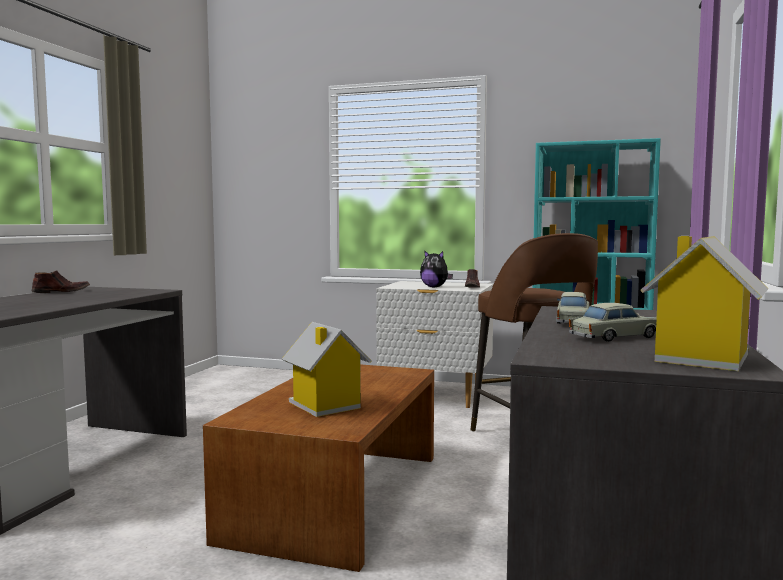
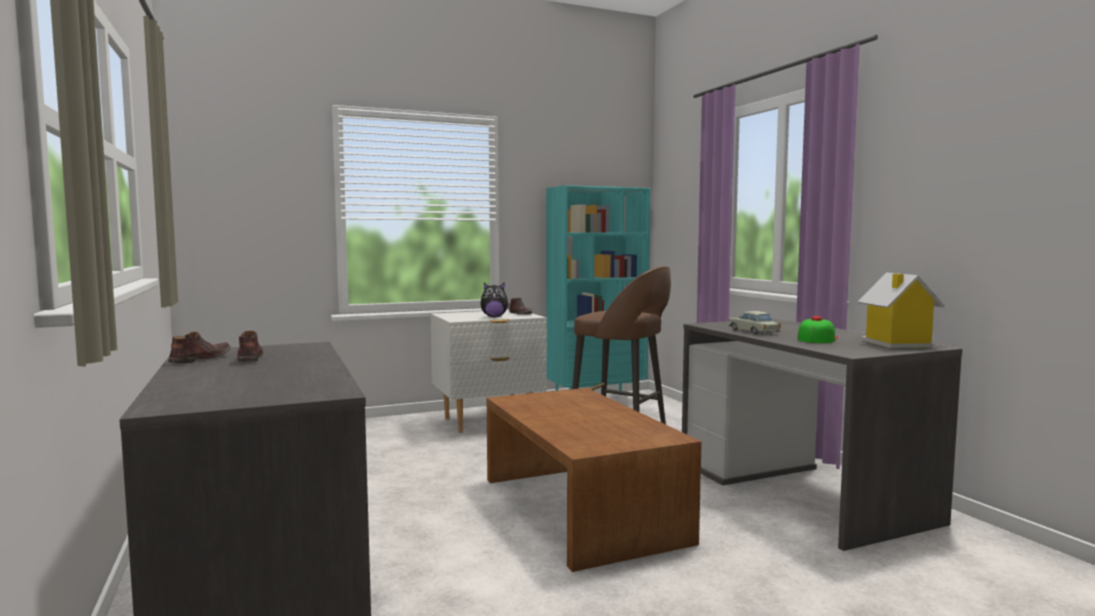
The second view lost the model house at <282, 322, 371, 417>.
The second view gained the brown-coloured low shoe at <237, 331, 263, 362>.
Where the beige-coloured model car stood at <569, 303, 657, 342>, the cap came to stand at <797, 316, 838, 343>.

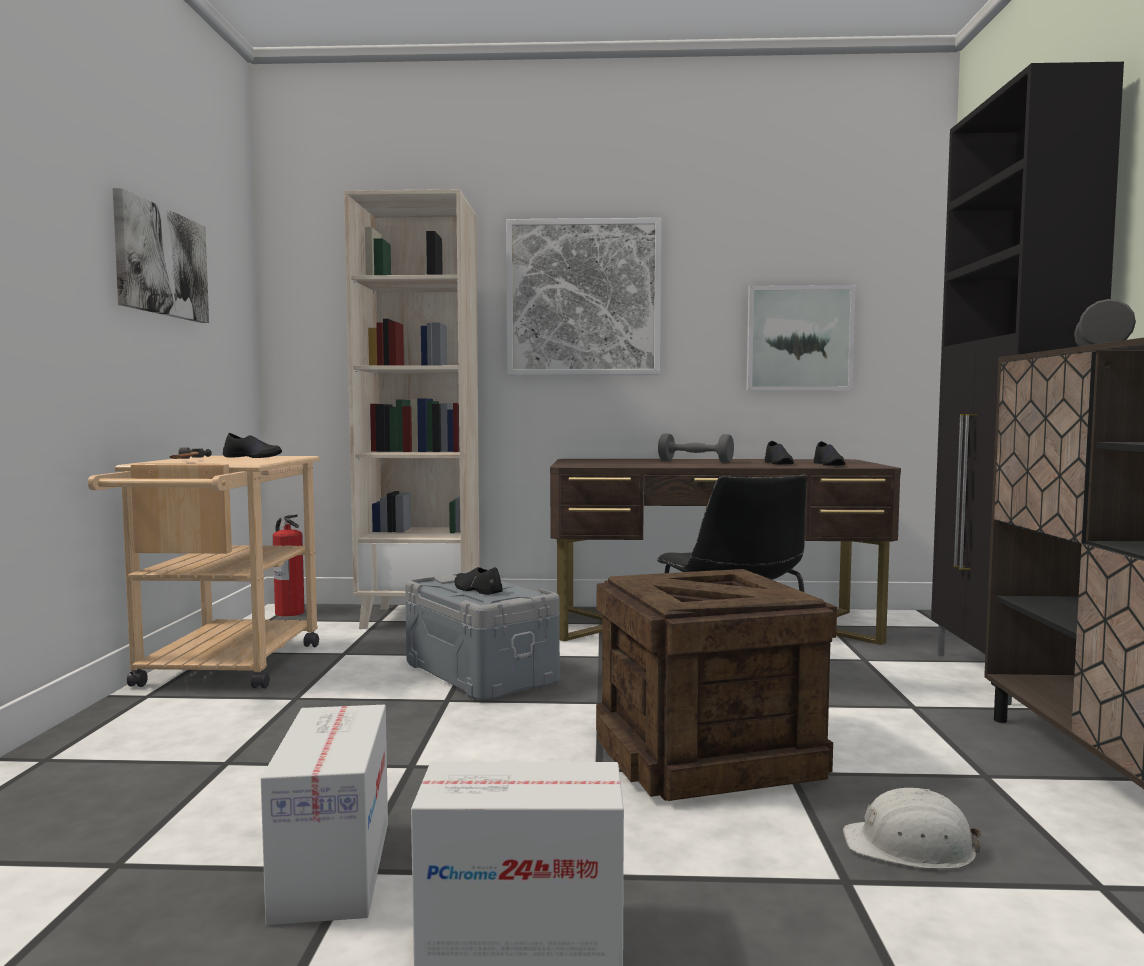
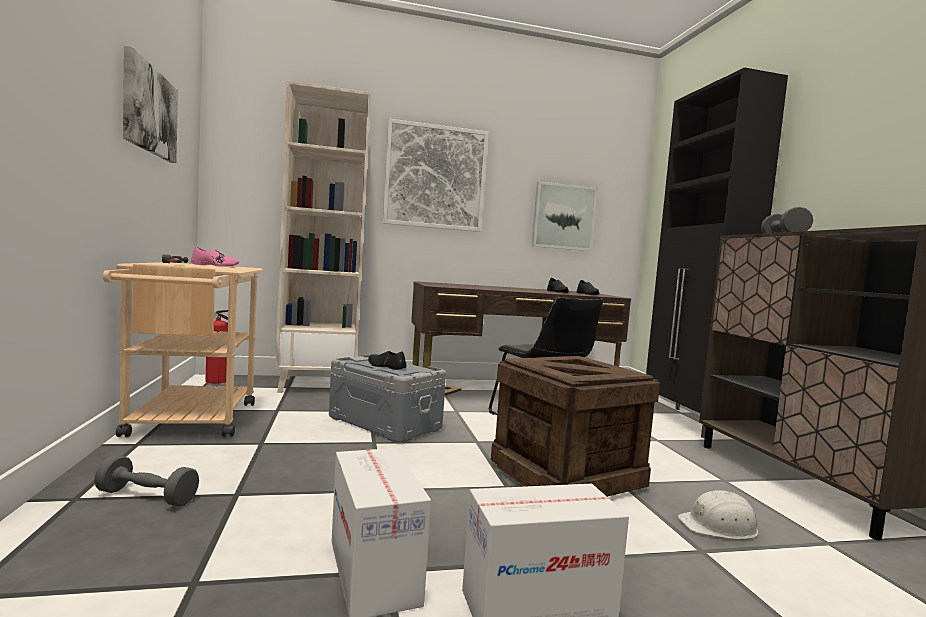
The greyish dumbbell ended up elsewhere, having gone from <658, 433, 734, 463> to <94, 455, 199, 507>.
What was the blackish low shoe at <223, 433, 282, 458> turned into the pinkish low shoe at <191, 246, 239, 267>.

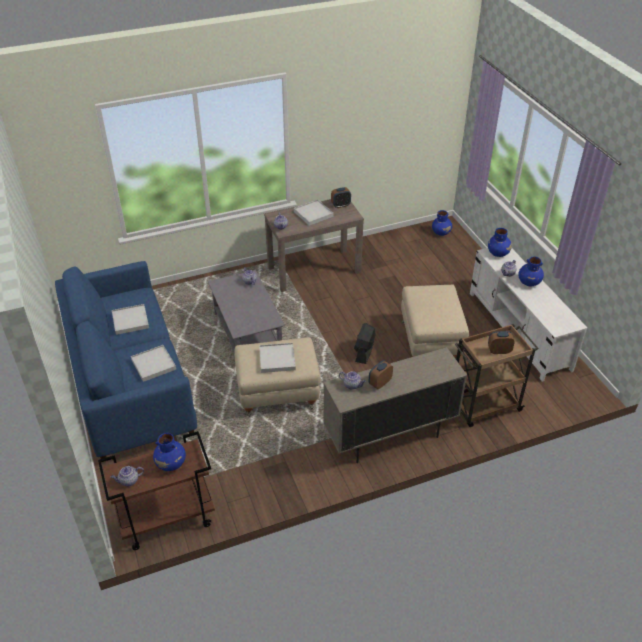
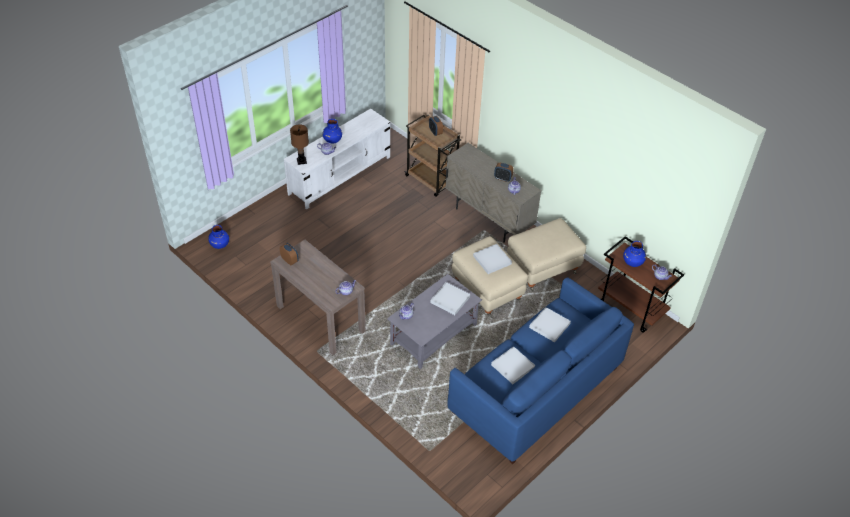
The second view lost the blackish electric fan at <354, 323, 376, 364>.
The white carrying tray ended up elsewhere, having gone from <294, 199, 334, 226> to <430, 282, 470, 315>.
The beige-coloured ottoman ended up elsewhere, having gone from <401, 285, 469, 359> to <507, 218, 586, 291>.
Where the blue-coloured flower vase stood at <488, 228, 512, 257>, the brown-coloured tabletop lamp came to stand at <290, 124, 309, 165>.

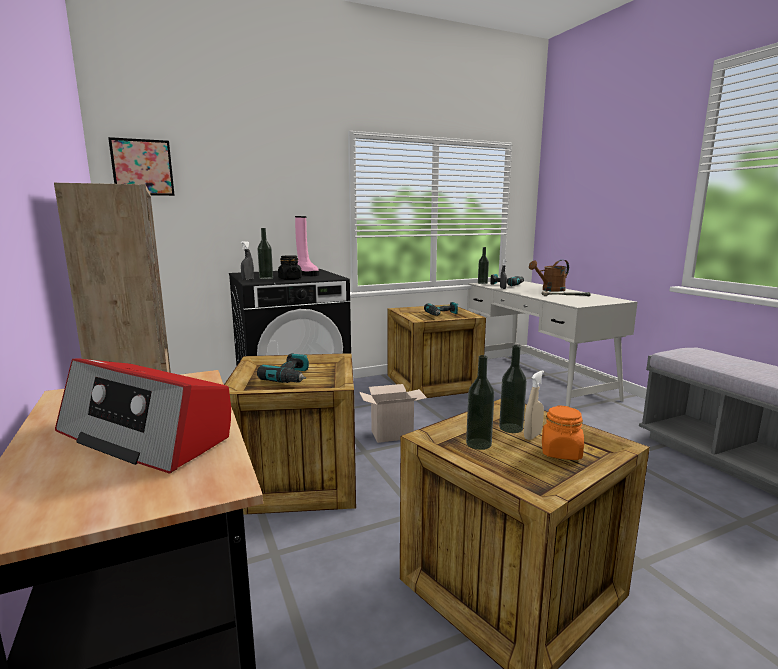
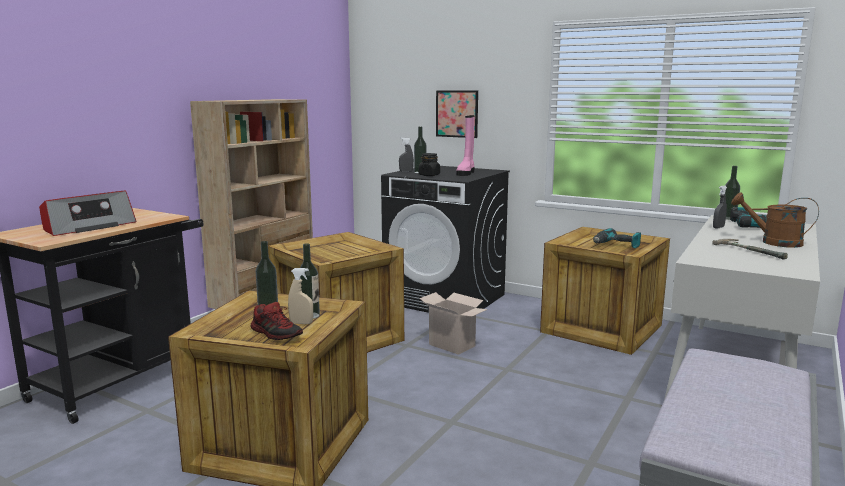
The second view lost the electric drill at <257, 353, 309, 383>.
The wall art ended up elsewhere, having gone from <108, 137, 175, 196> to <436, 90, 478, 138>.
Where the orangey preserve jar stood at <542, 405, 584, 460>, the low shoe came to stand at <251, 302, 303, 340>.
The radio receiver at <55, 359, 231, 474> ended up facing another way, 135 degrees counterclockwise from before.

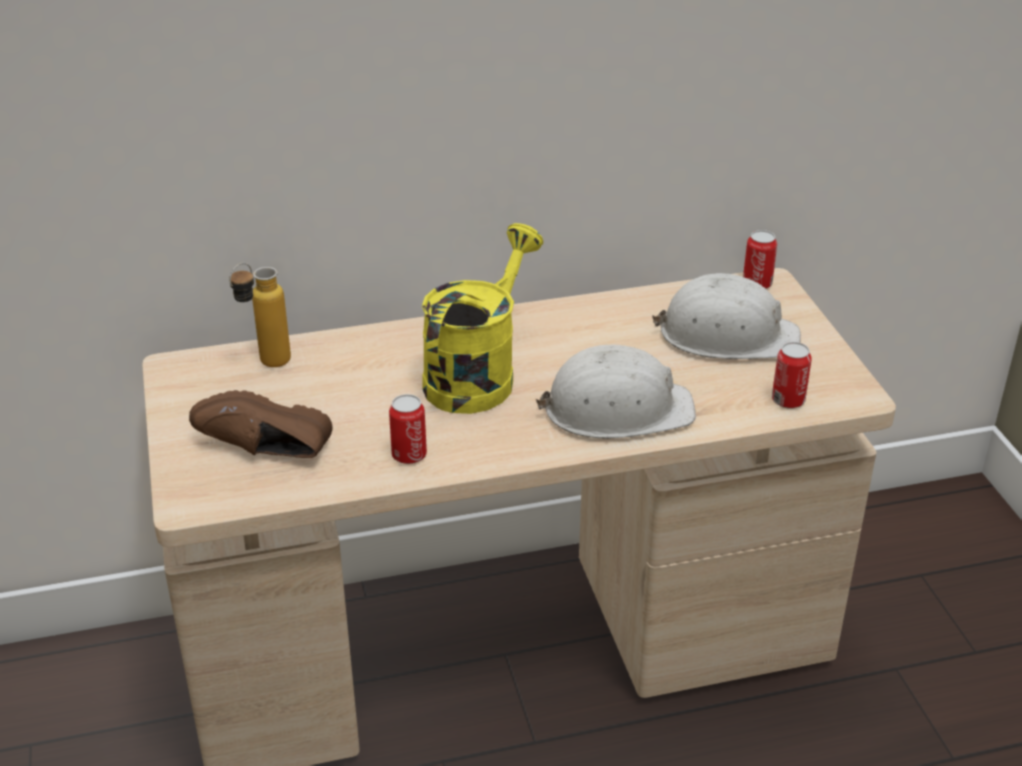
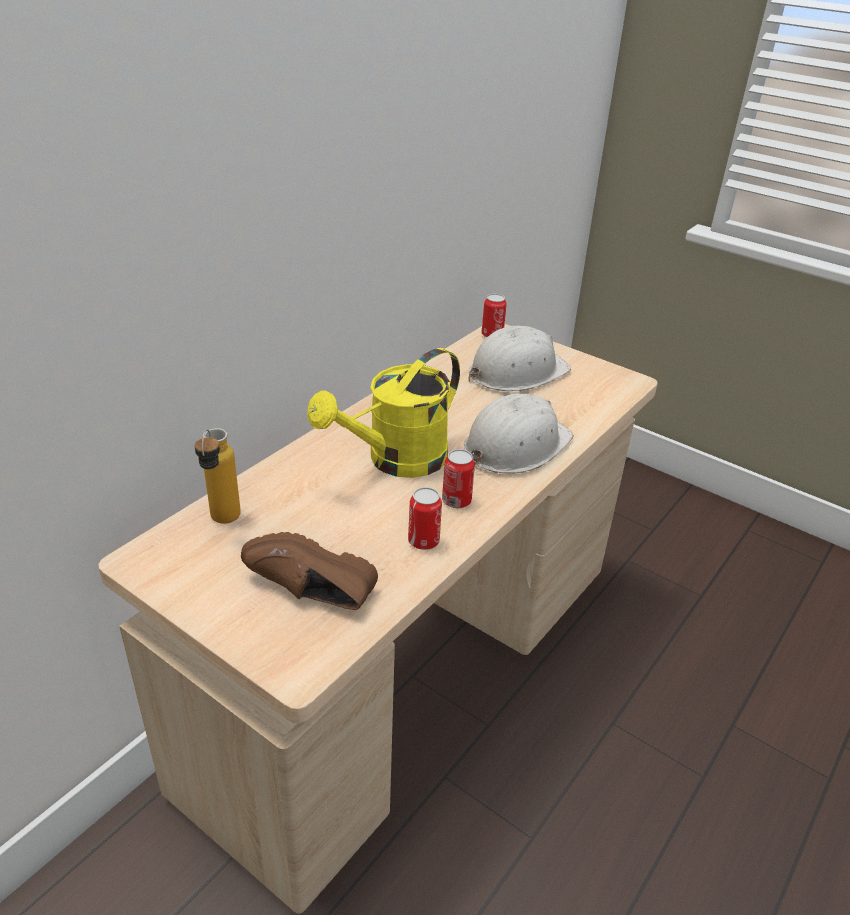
The can ended up elsewhere, having gone from <772, 342, 812, 409> to <442, 449, 475, 508>.
The brown-coloured low shoe at <189, 390, 332, 458> ended up facing another way, 45 degrees clockwise from before.
The yellow-coloured sprinkling can at <422, 223, 543, 414> ended up facing another way, 120 degrees counterclockwise from before.

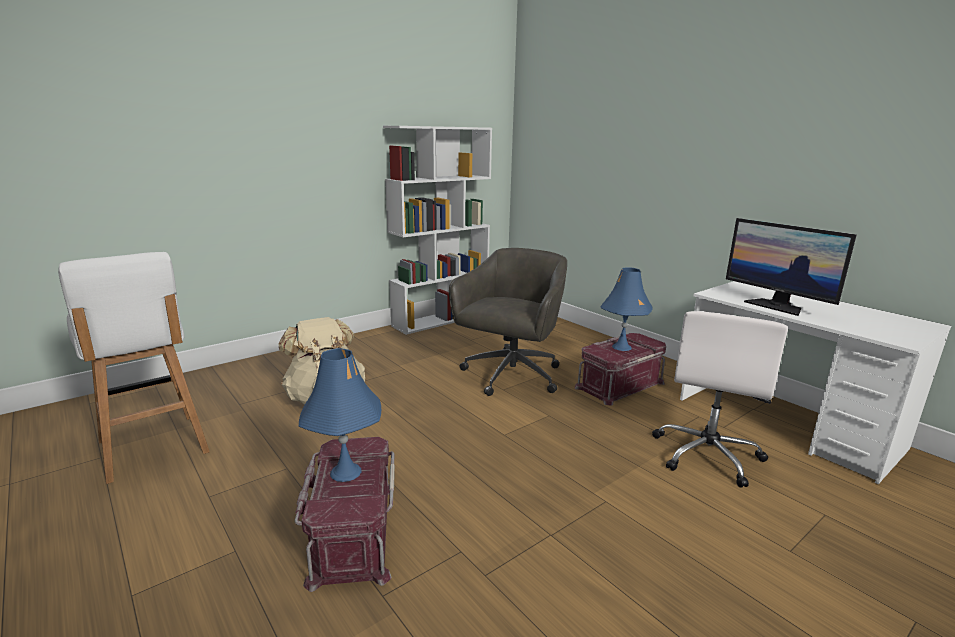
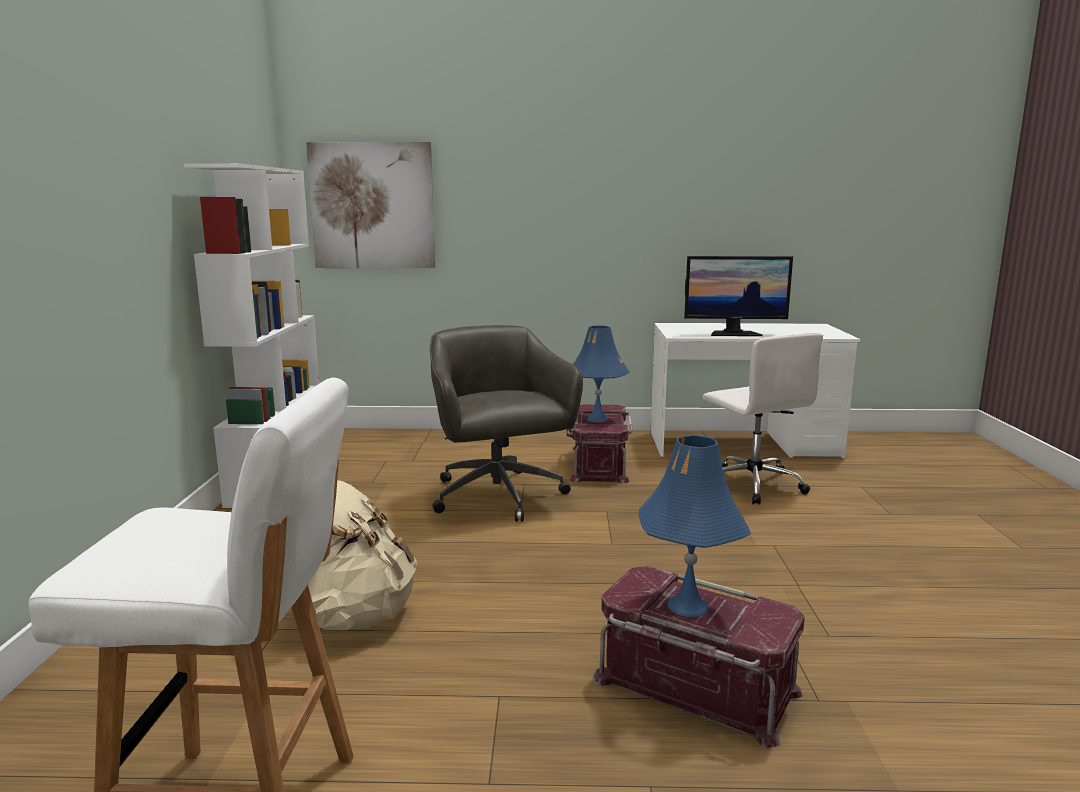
The second view gained the wall art at <306, 142, 435, 268>.

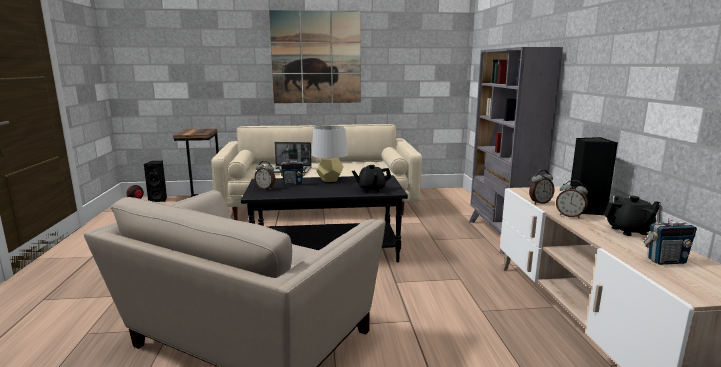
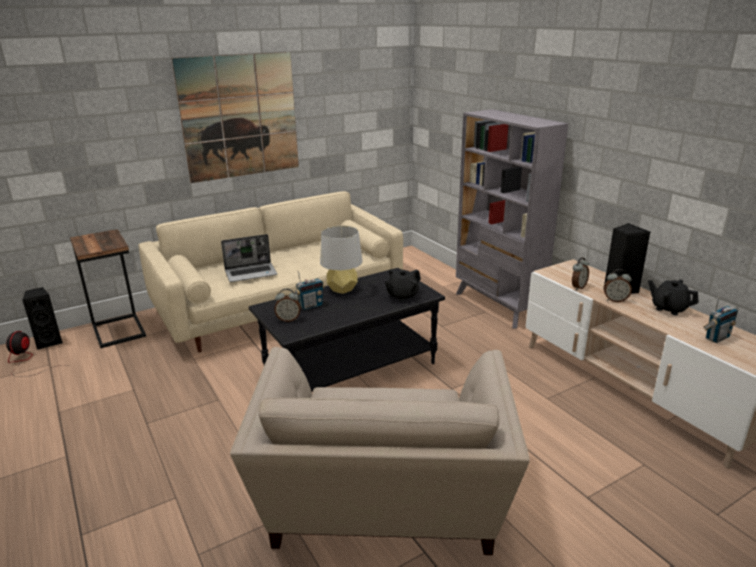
The blackish pot for tea at <604, 196, 661, 236> ended up facing another way, 105 degrees counterclockwise from before.

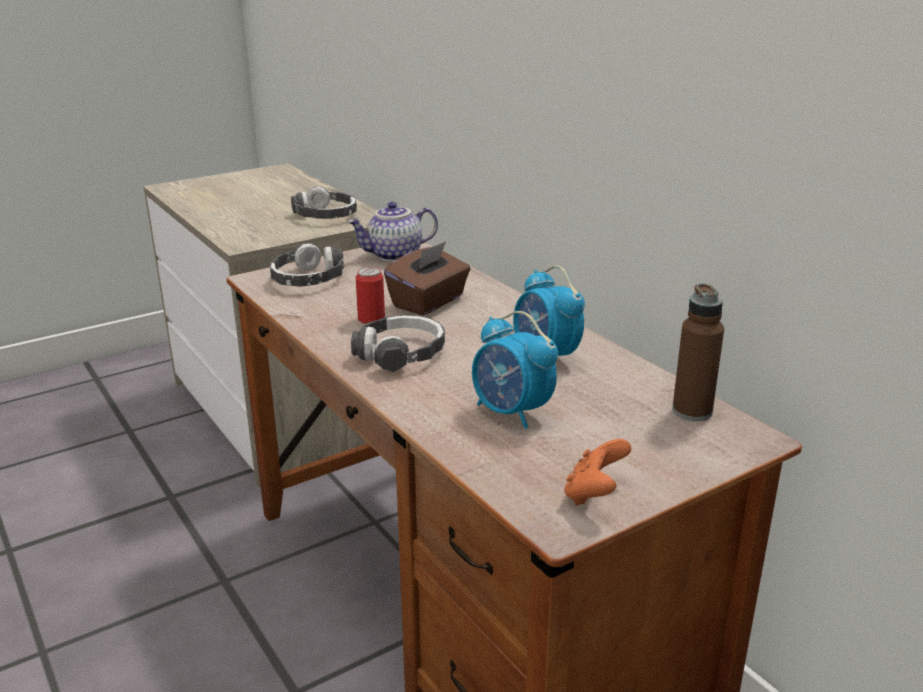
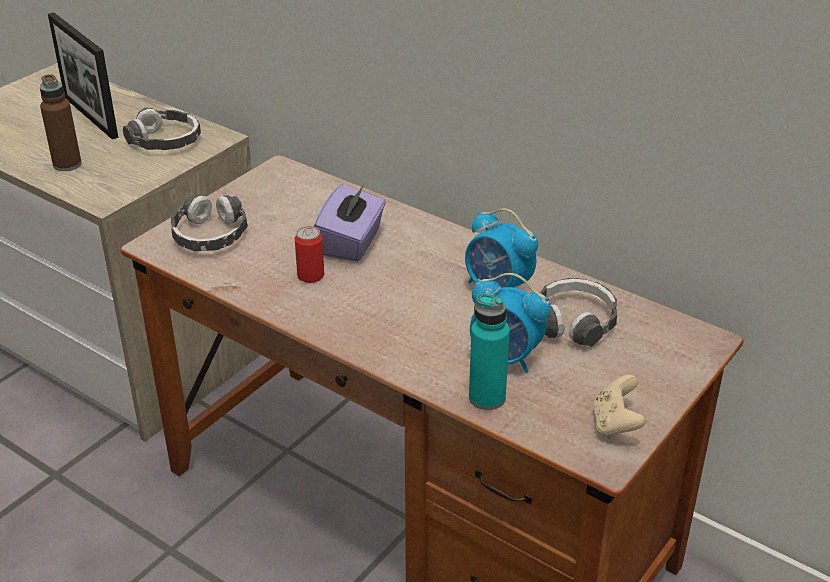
The second view lost the pot for tea at <347, 202, 438, 262>.
The second view gained the picture frame at <48, 12, 118, 139>.
The second view gained the turquoise-coloured drink bottle at <469, 293, 510, 410>.
The headset ended up elsewhere, having gone from <351, 315, 445, 372> to <541, 277, 617, 347>.
The brown-coloured drink bottle ended up elsewhere, having gone from <672, 283, 724, 421> to <40, 74, 82, 171>.
What was the brown-coloured tissue holder at <384, 242, 470, 316> turned into the purple tissue holder at <314, 184, 386, 262>.
What was the orangey game controller at <564, 439, 631, 506> turned into the beige-coloured game controller at <593, 375, 646, 439>.

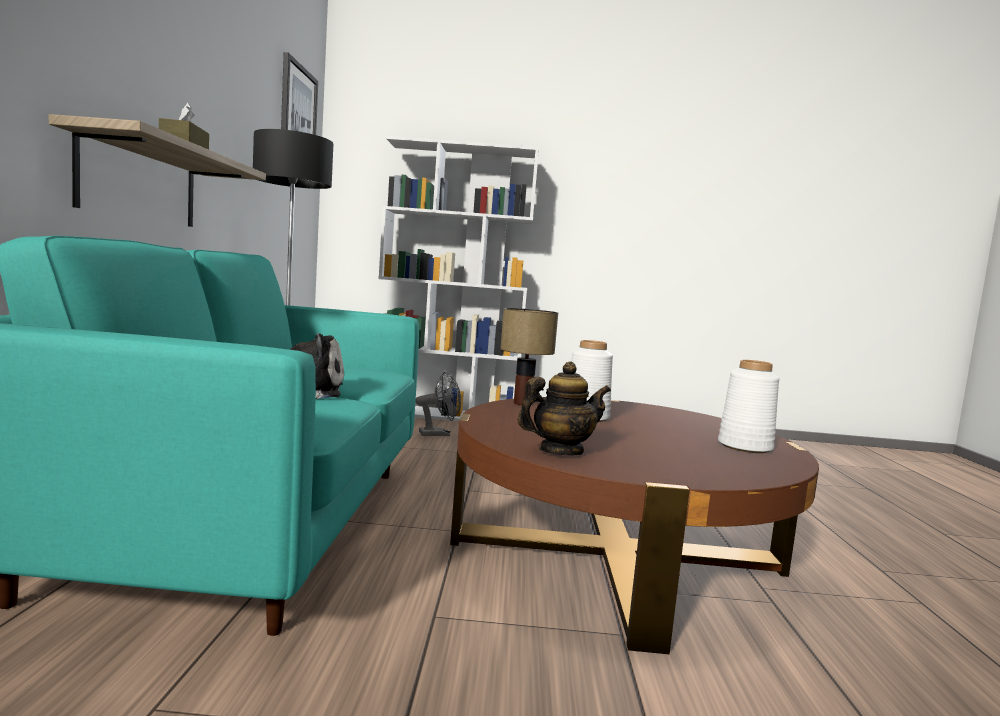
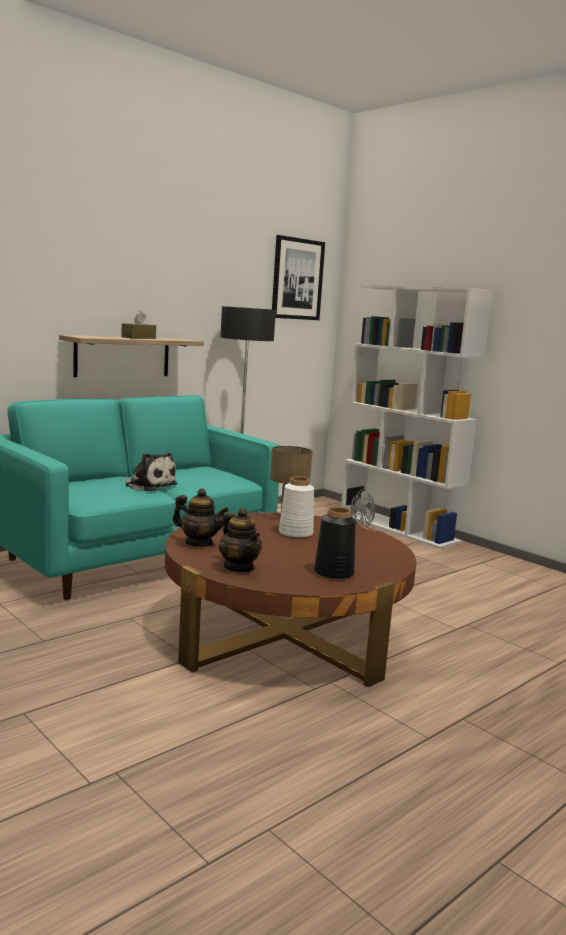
The second view gained the pot for tea at <219, 508, 262, 572>.
What was the white flower vase at <718, 360, 779, 453> turned into the blackish flower vase at <314, 507, 356, 580>.

